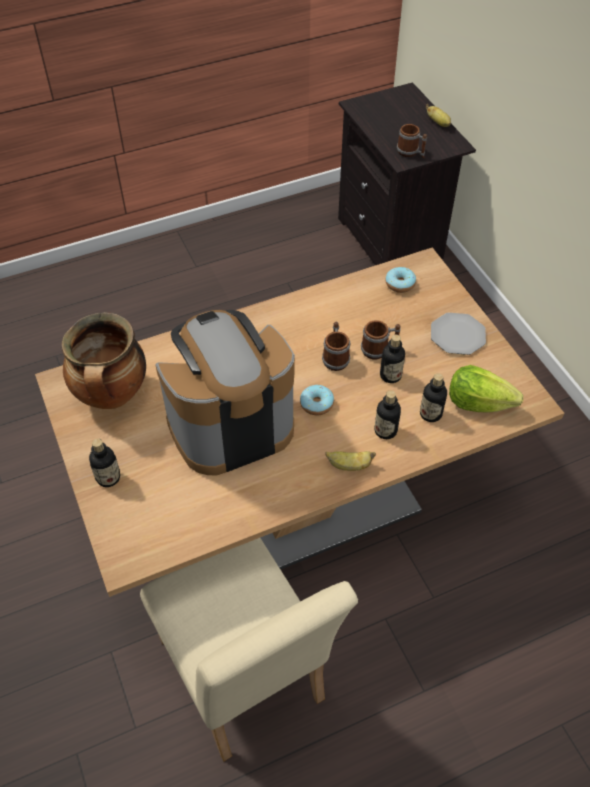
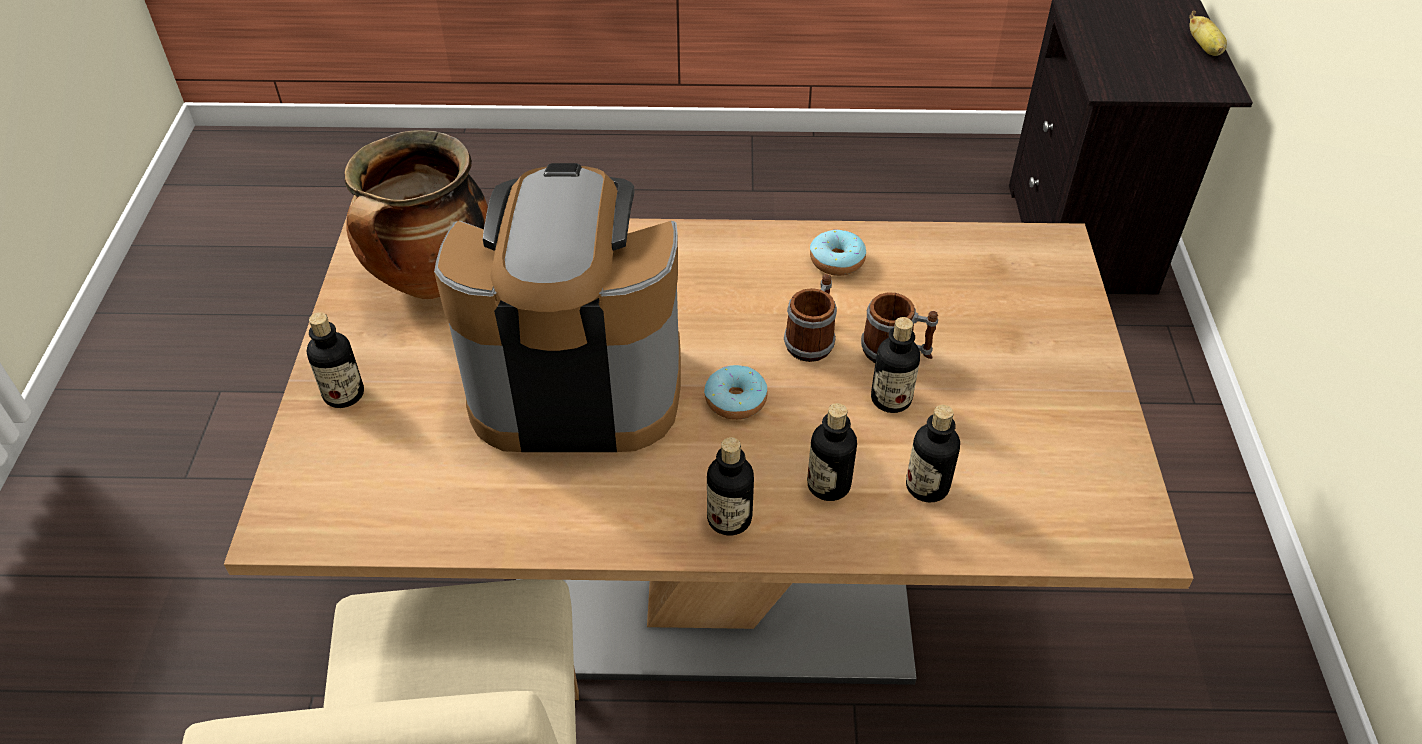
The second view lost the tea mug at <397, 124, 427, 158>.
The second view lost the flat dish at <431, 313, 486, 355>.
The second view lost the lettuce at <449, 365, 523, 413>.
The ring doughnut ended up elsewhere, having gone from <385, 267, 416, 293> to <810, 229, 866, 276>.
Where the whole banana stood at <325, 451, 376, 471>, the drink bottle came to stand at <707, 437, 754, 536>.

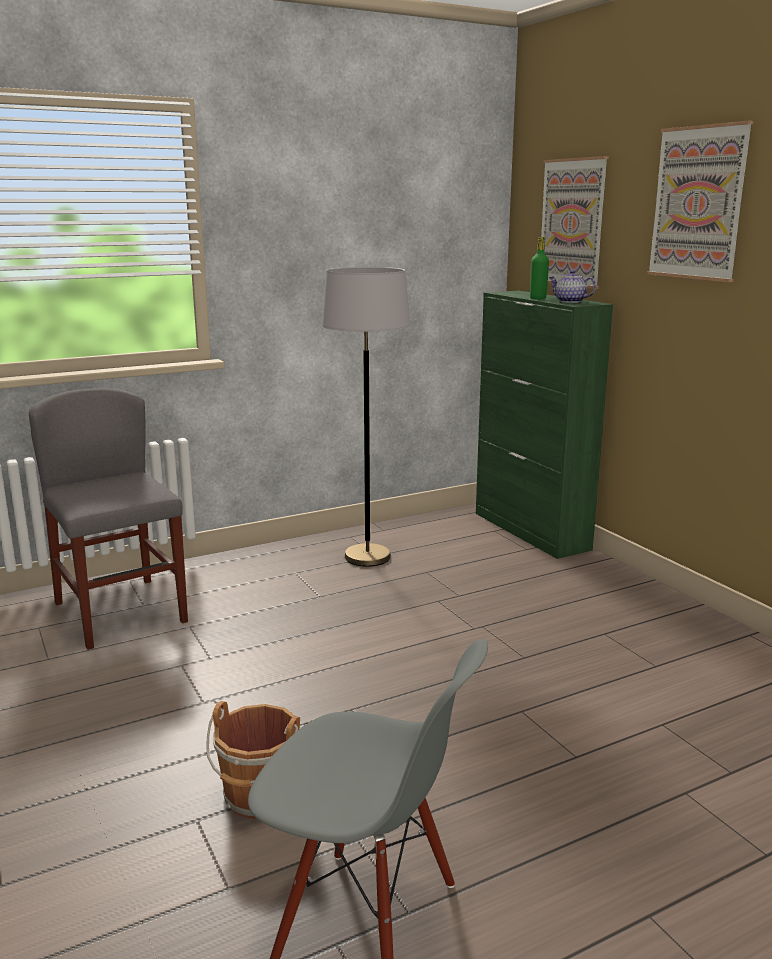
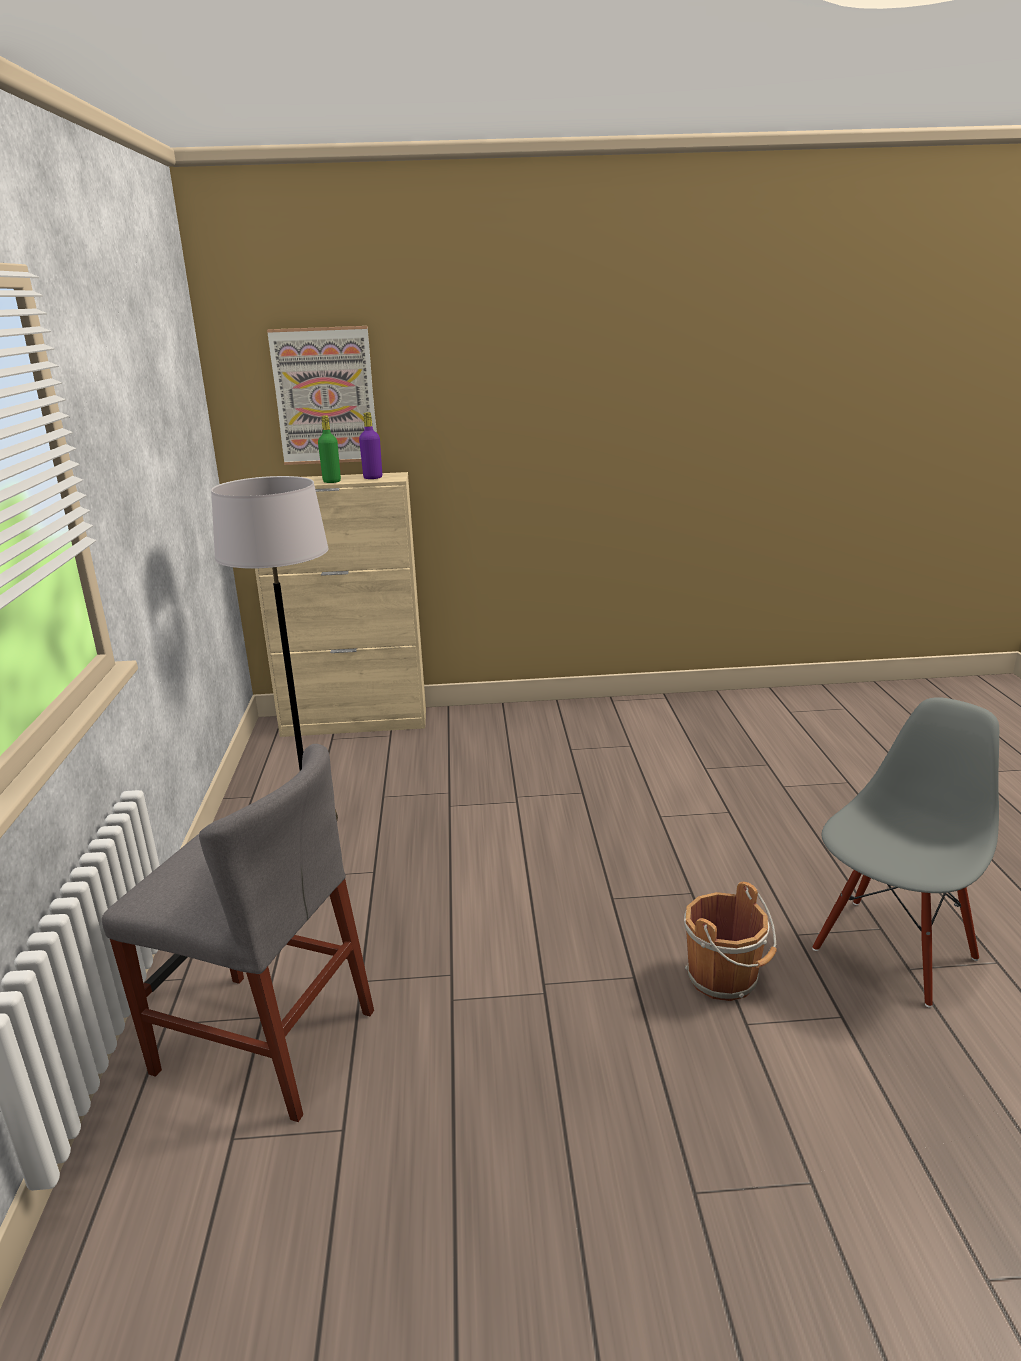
The second view lost the wall art at <647, 120, 753, 282>.
Where the pot for tea stood at <548, 270, 596, 303>, the purple drink bottle came to stand at <359, 412, 382, 479>.
What was the green storage cabinet at <476, 291, 613, 559> turned into the beige-coloured storage cabinet at <255, 472, 426, 737>.
The greyish chair at <29, 388, 188, 650> ended up facing another way, 150 degrees counterclockwise from before.

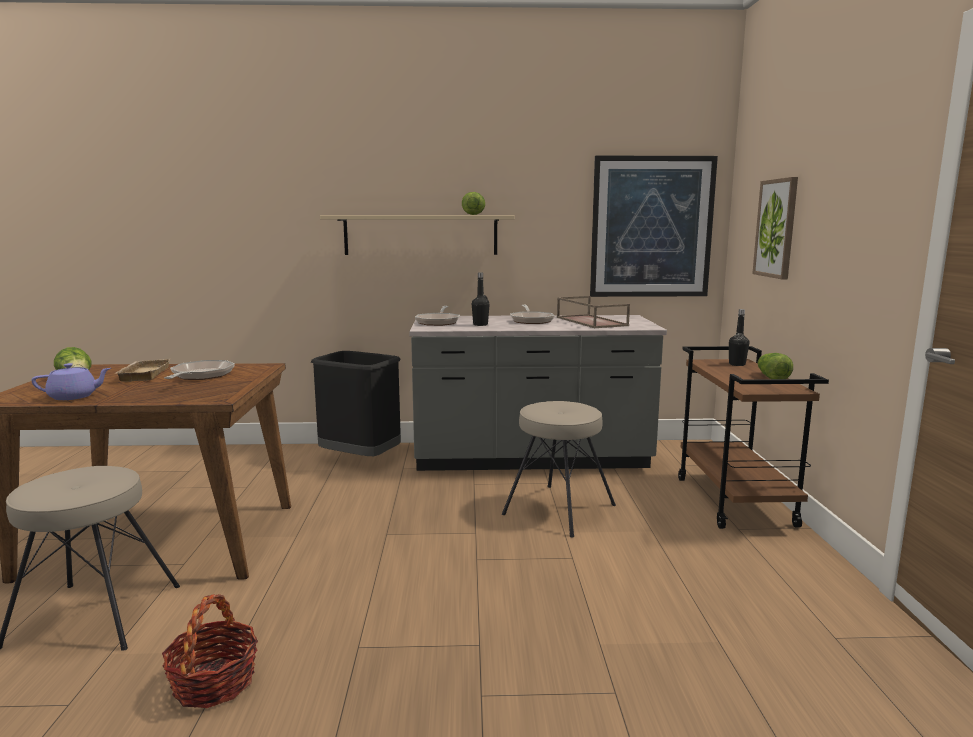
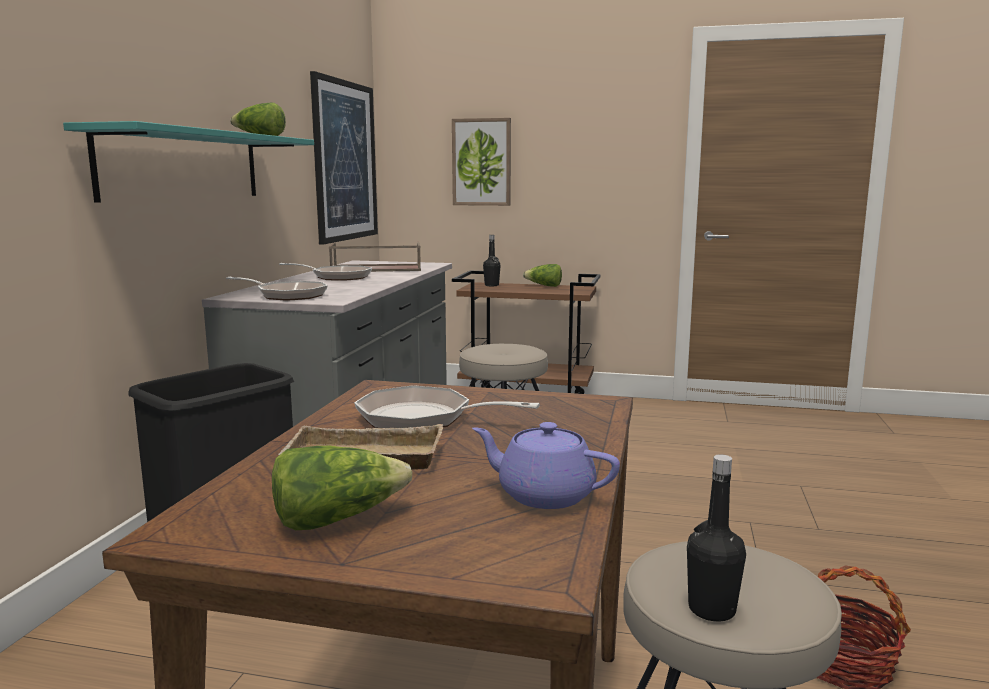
The blackish drink bottle ended up elsewhere, having gone from <472, 273, 490, 326> to <687, 454, 746, 622>.
What was the beige-coloured bracket shelf at <320, 215, 515, 255> turned into the turquoise-coloured bracket shelf at <63, 121, 314, 203>.
The purple pot for tea at <31, 363, 111, 400> ended up facing another way, 60 degrees counterclockwise from before.

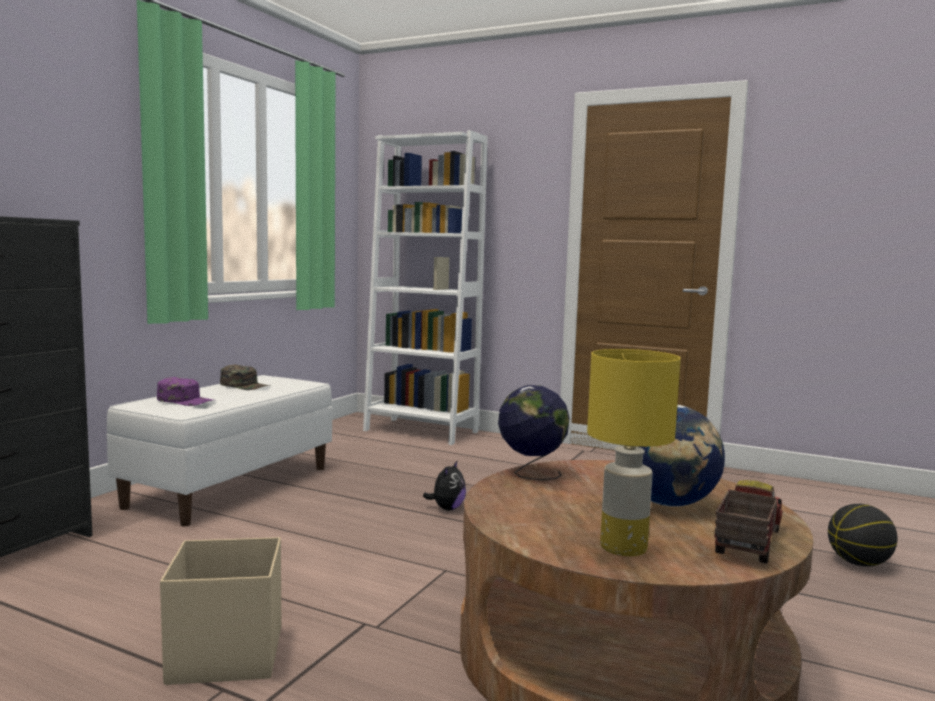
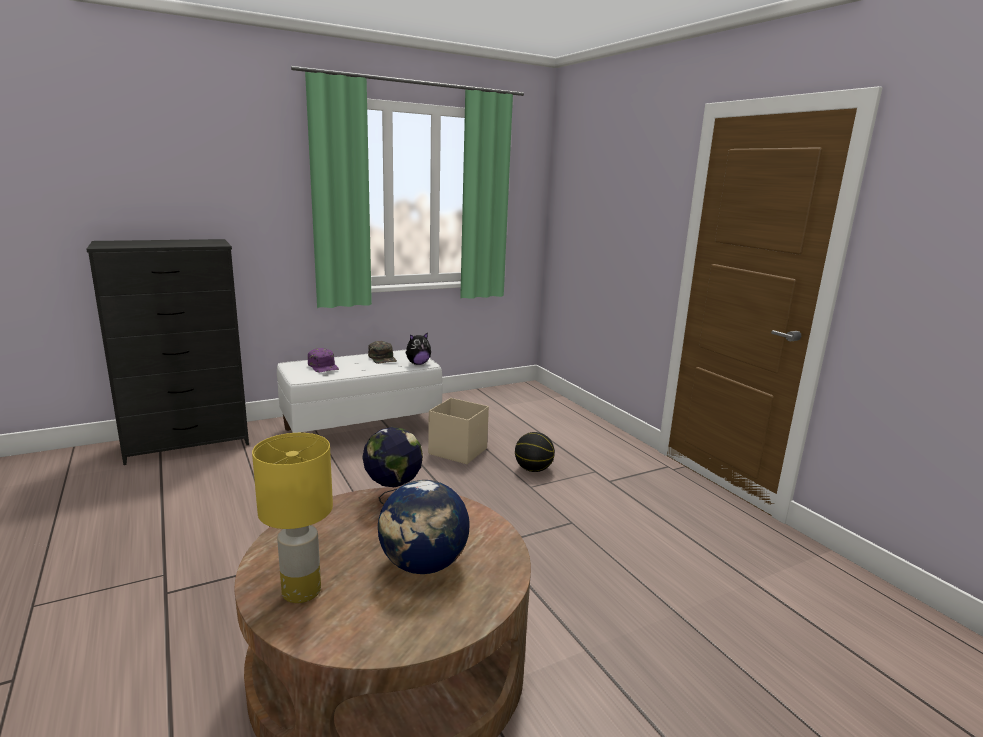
The second view lost the white shelving unit at <363, 130, 488, 445>.
The second view lost the toy lorry at <715, 480, 783, 564>.
The beige-coloured storage bin ended up elsewhere, having gone from <160, 537, 281, 685> to <428, 398, 489, 464>.
The cuddly toy ended up elsewhere, having gone from <423, 461, 466, 510> to <405, 332, 431, 365>.
The ball for basketball ended up elsewhere, having gone from <828, 504, 898, 567> to <515, 432, 555, 472>.

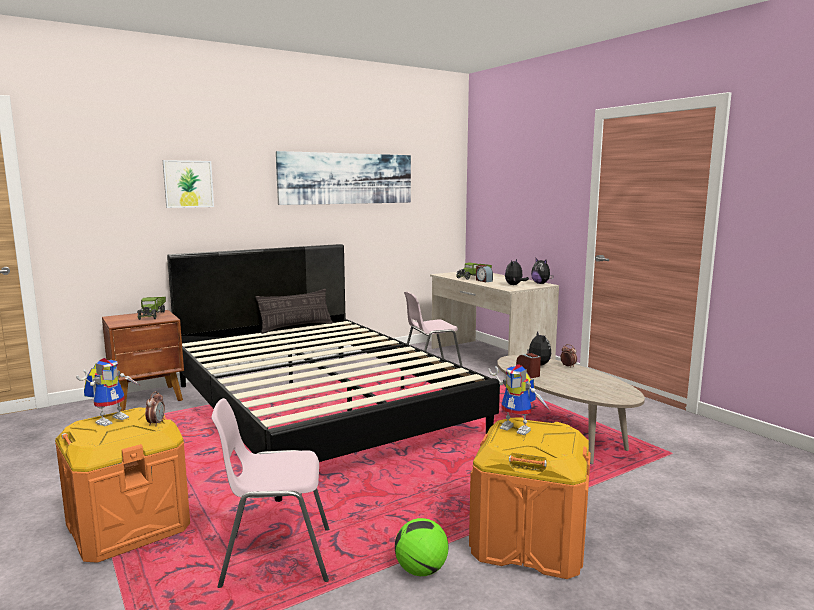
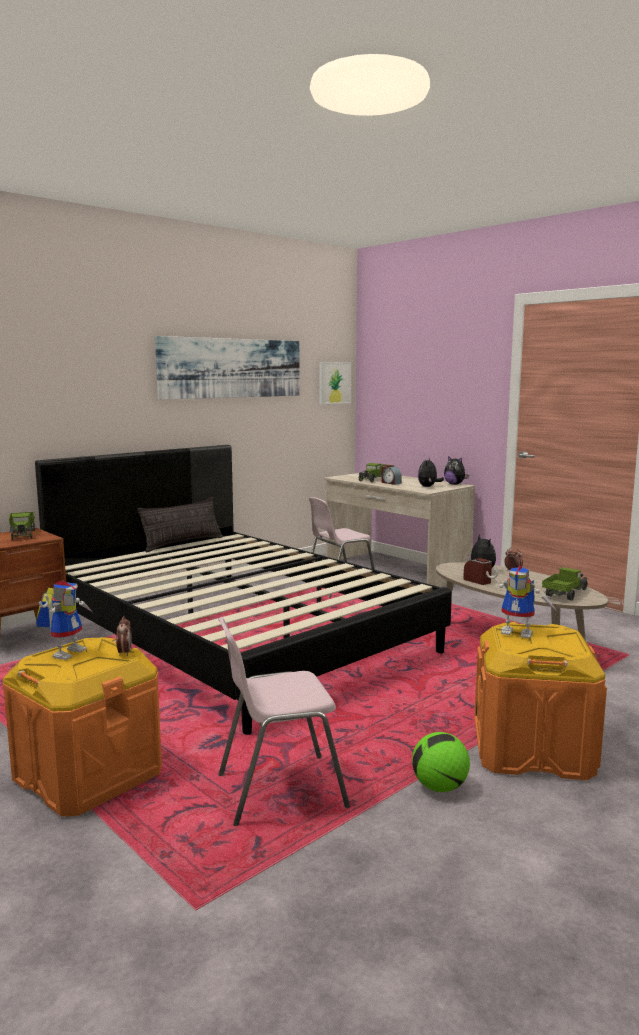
The second view gained the toy lorry at <542, 567, 588, 600>.
The wall art ended up elsewhere, having gone from <163, 160, 214, 208> to <320, 362, 351, 404>.

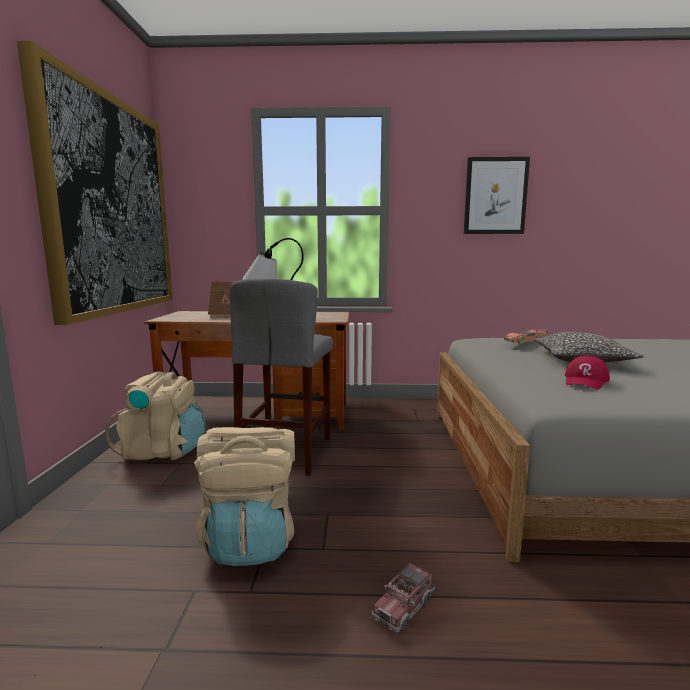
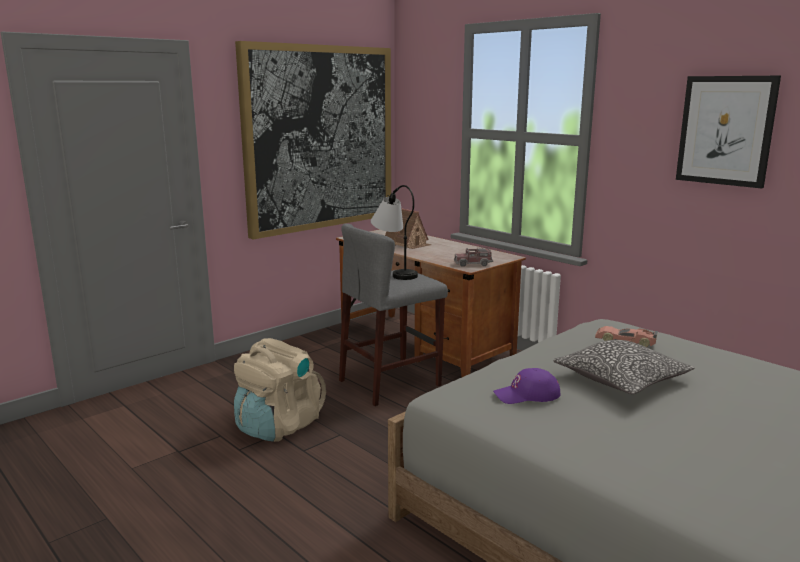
The second view lost the beige-coloured rucksack at <105, 371, 206, 461>.
The toy lorry ended up elsewhere, having gone from <371, 562, 435, 633> to <454, 248, 493, 267>.
What was the reddish cap at <565, 356, 610, 390> turned into the purple cap at <493, 368, 560, 404>.

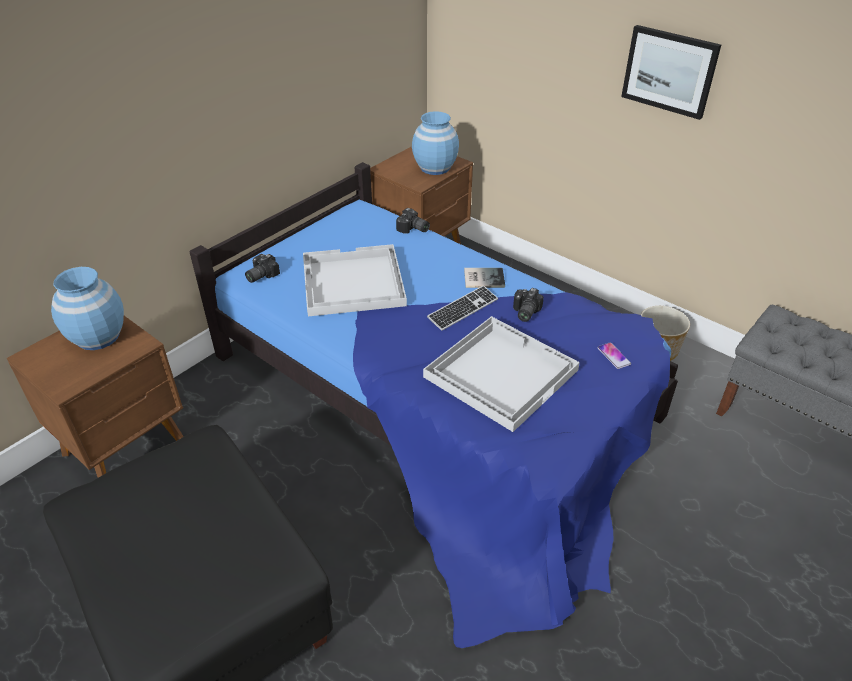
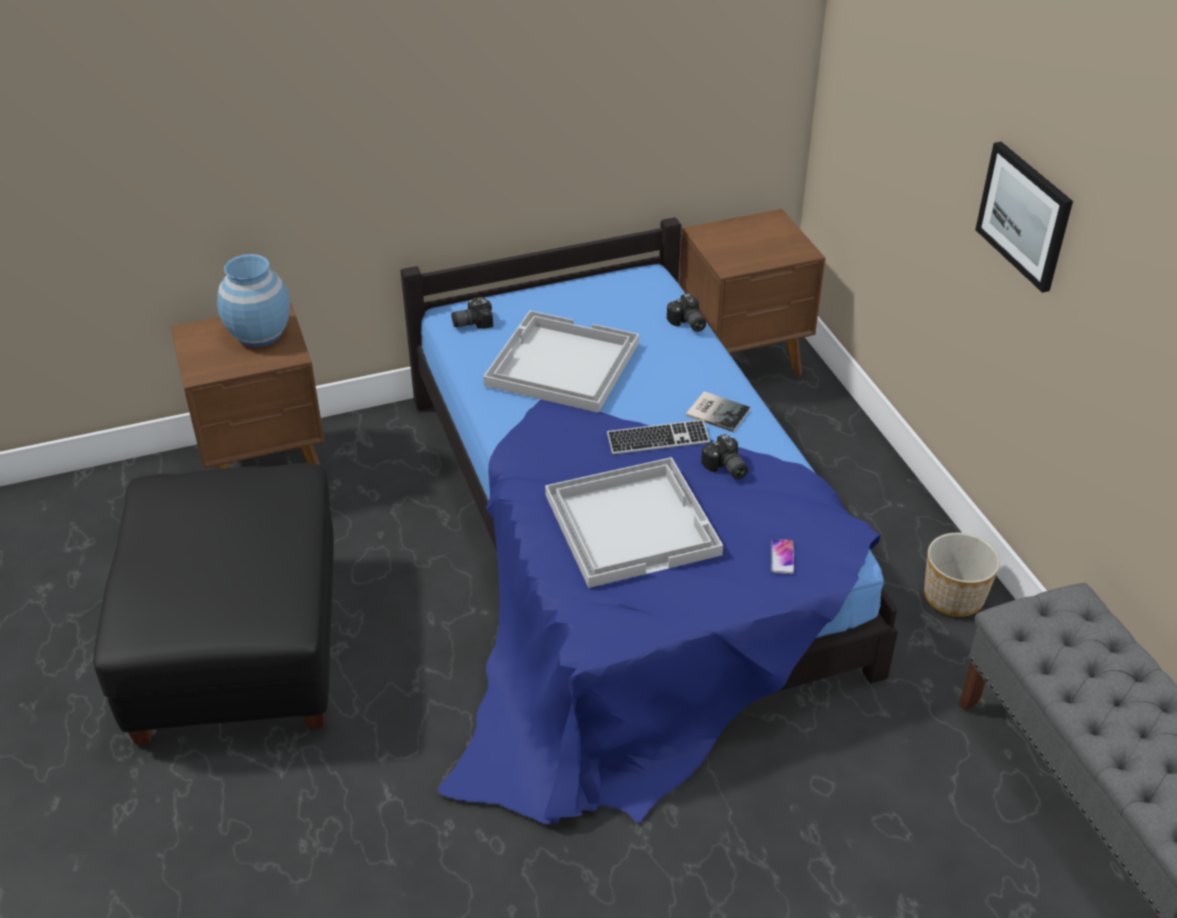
The second view lost the blue-coloured flower vase at <412, 111, 459, 175>.
The still camera at <513, 288, 544, 322> ended up facing another way, 75 degrees counterclockwise from before.

